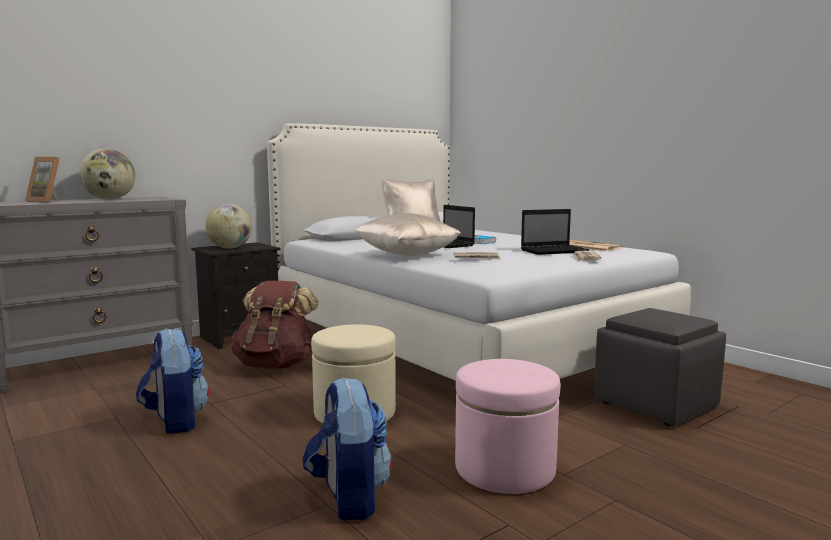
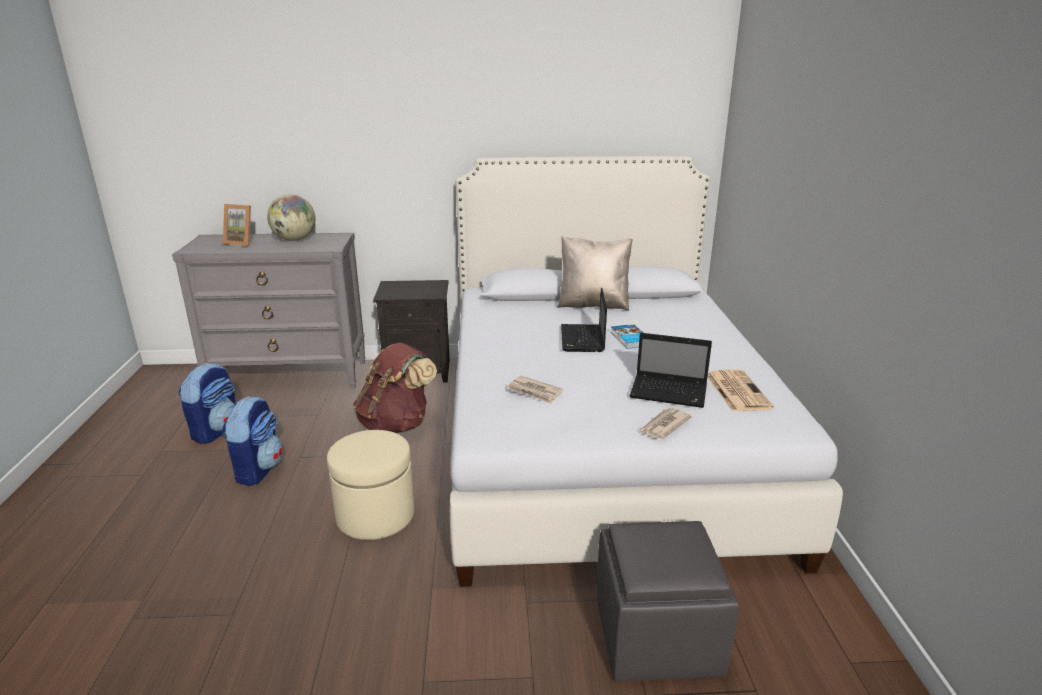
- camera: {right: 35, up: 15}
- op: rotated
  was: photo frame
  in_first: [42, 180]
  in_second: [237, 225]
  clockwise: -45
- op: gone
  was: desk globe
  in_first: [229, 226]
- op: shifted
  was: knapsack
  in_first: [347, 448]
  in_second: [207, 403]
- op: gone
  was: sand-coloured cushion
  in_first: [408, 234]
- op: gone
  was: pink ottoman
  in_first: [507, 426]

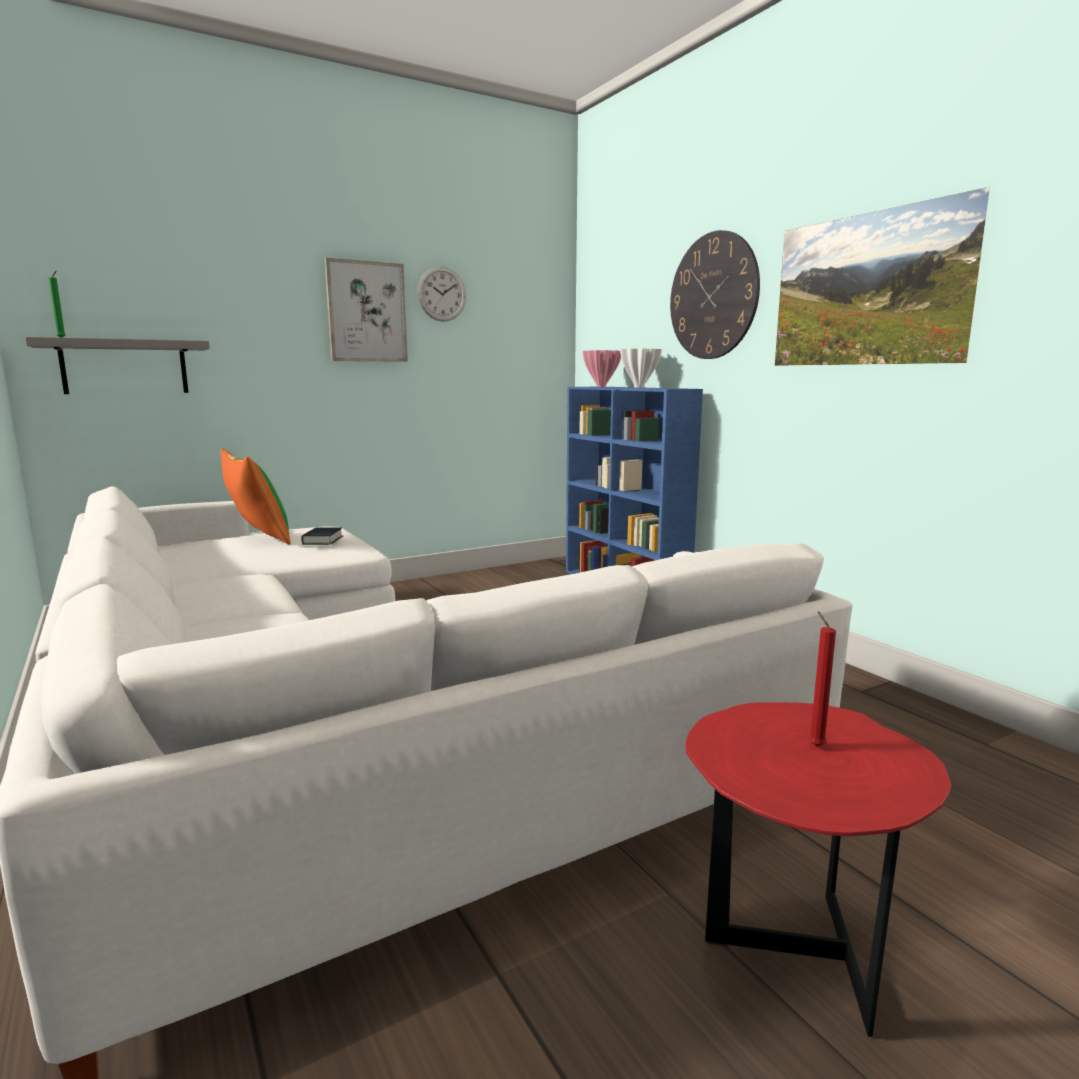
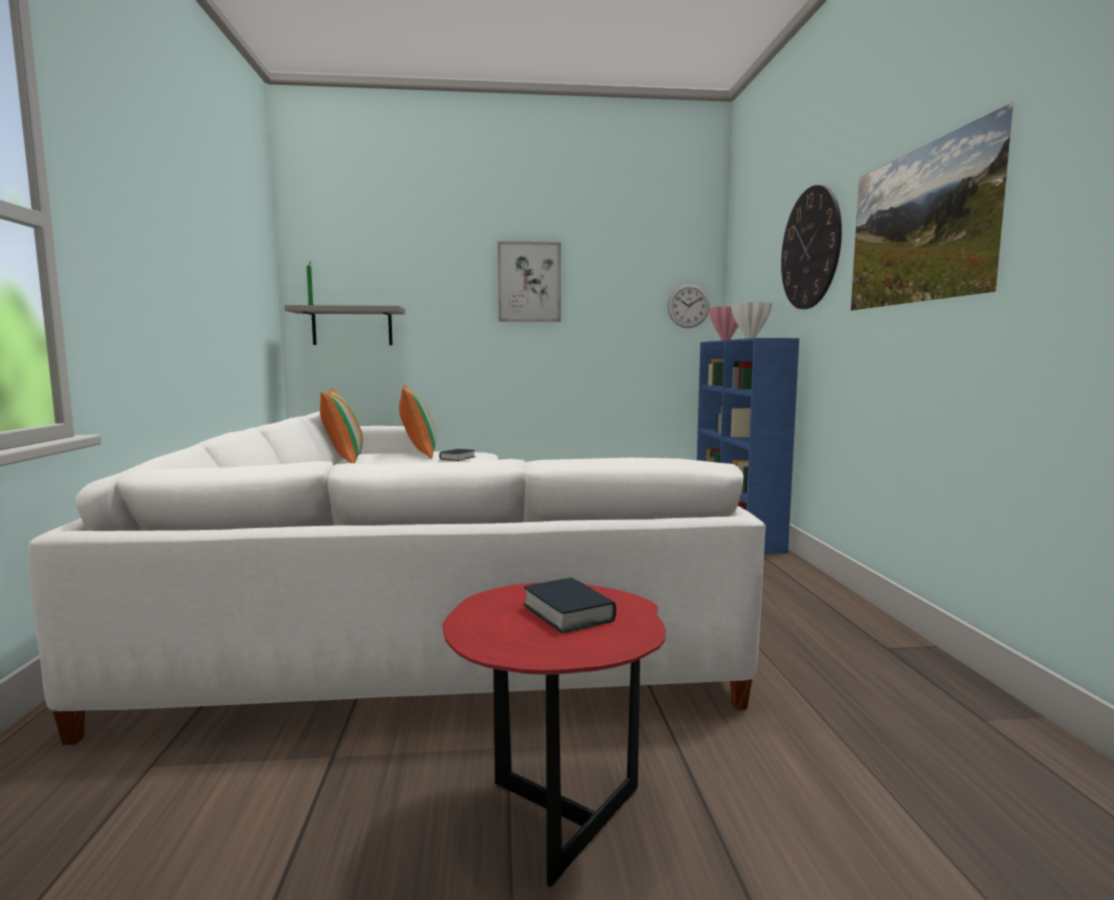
- camera: {right: 25, up: -5}
- op: shifted
  was: hanging clock
  in_first: [441, 294]
  in_second: [688, 306]
- op: swapped
  was: red candle
  now: book
  in_first: [822, 679]
  in_second: [569, 605]
- op: new
  now: cushion
  in_second: [341, 425]

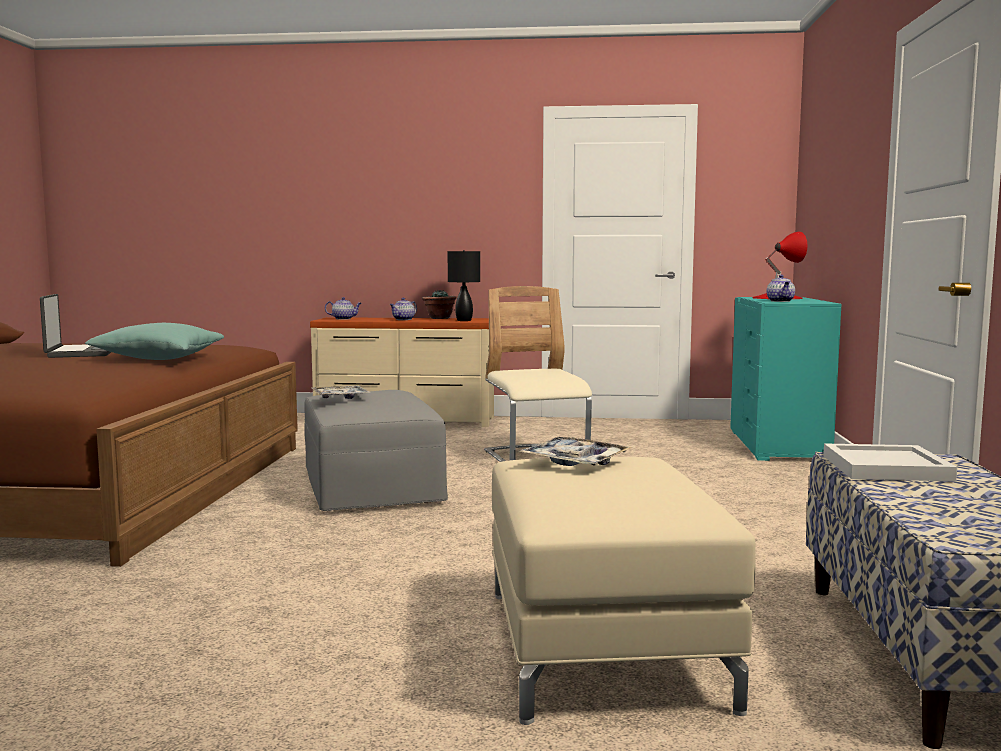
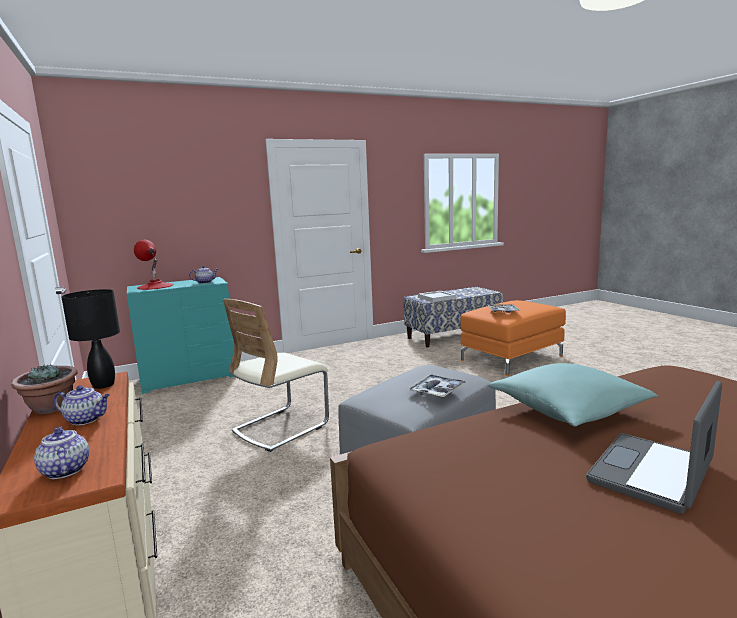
- camera: {right: -120, up: 5}
- op: repainted
  was: sand-coloured ottoman
  now: orange-coloured ottoman
  in_first: [624, 591]
  in_second: [513, 338]

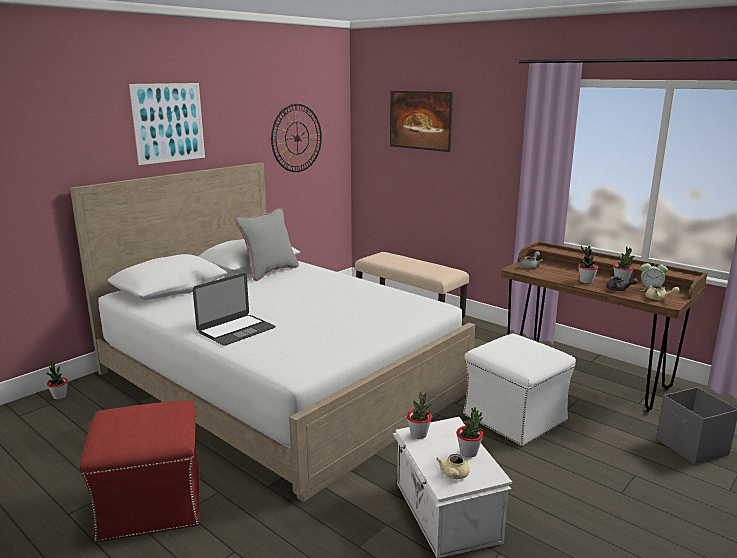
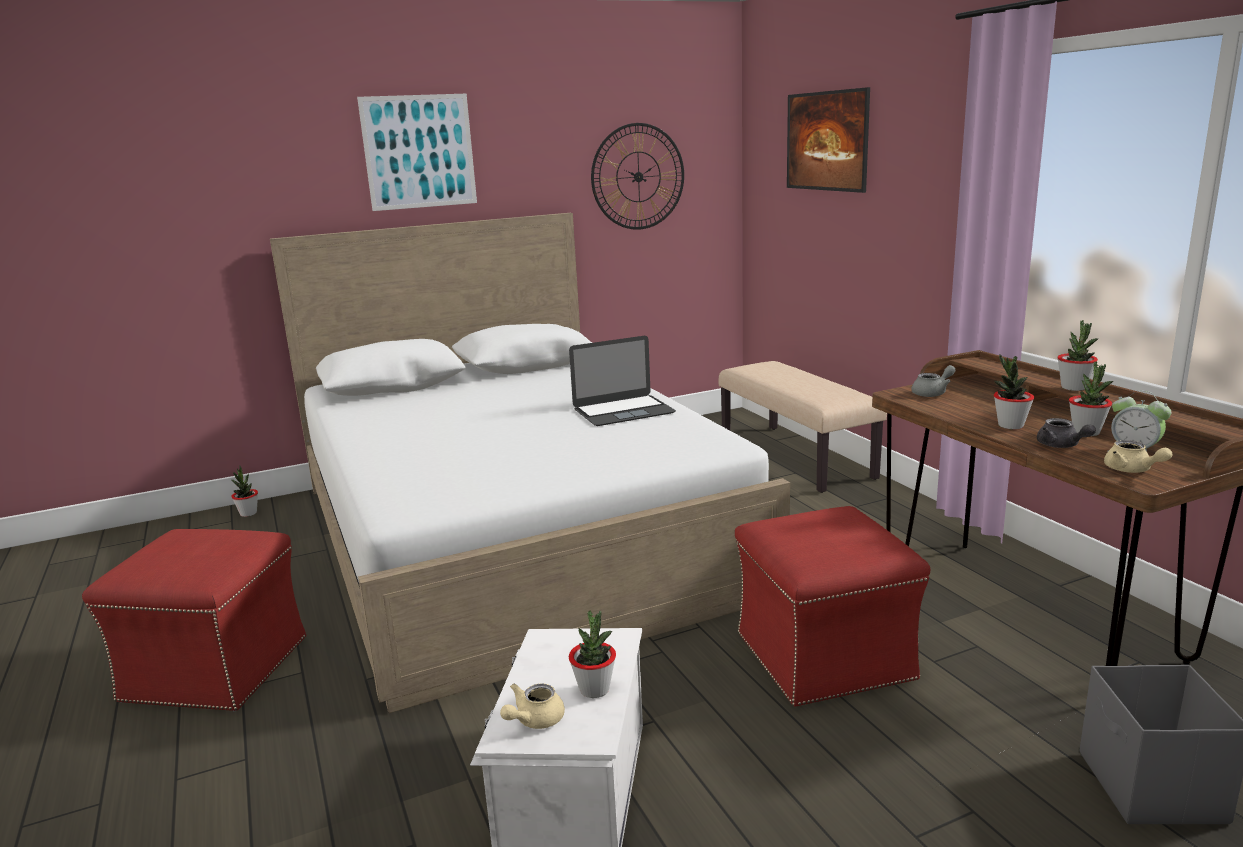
- camera: {right: 25, up: 0}
- op: shifted
  was: portable computer
  in_first: [234, 309]
  in_second: [622, 381]
- op: gone
  was: greyish cushion
  in_first: [267, 244]
- op: shifted
  was: plant in a pot
  in_first: [419, 415]
  in_second: [1077, 355]
- op: repainted
  was: white ottoman
  now: red ottoman
  in_first: [519, 390]
  in_second: [832, 606]

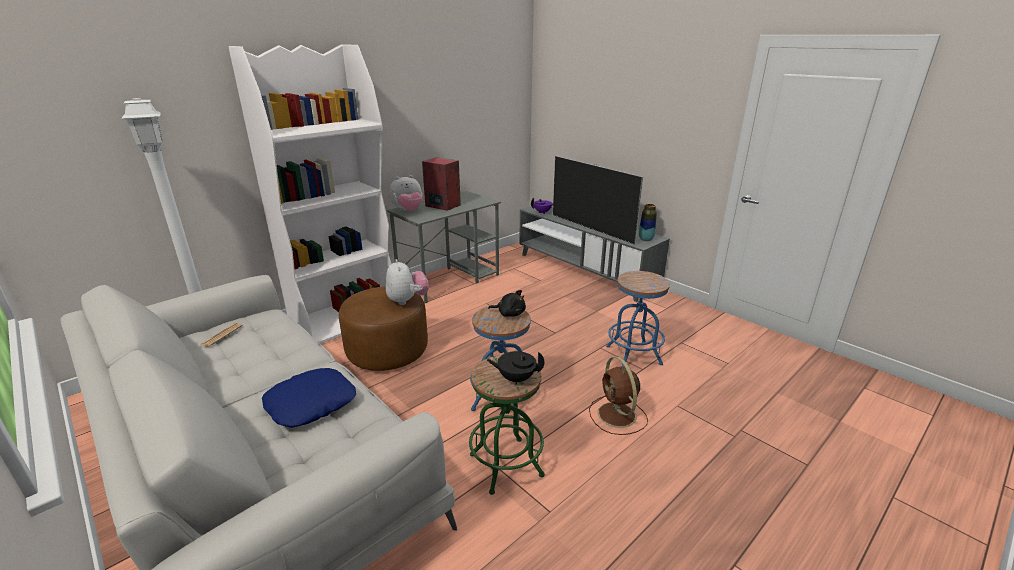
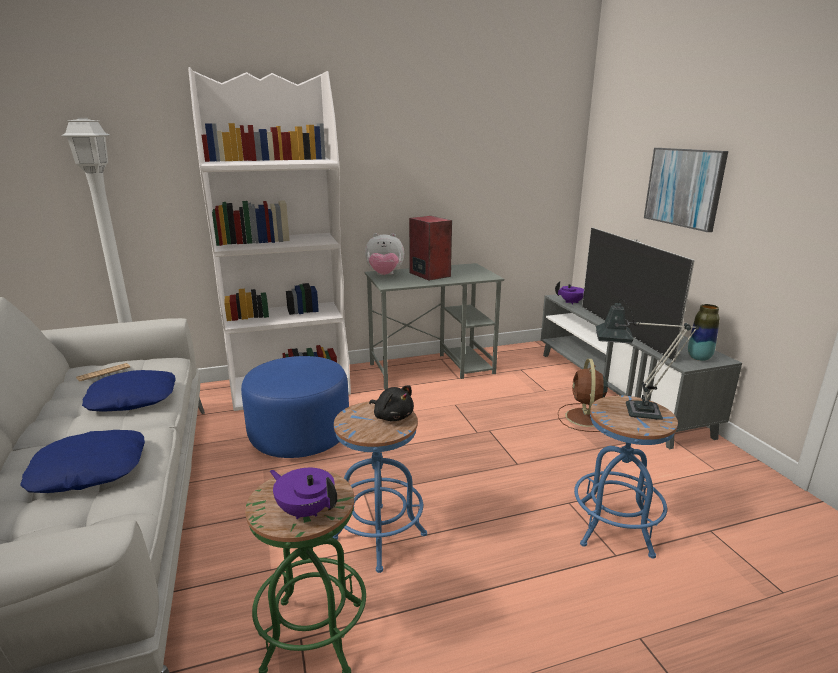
- camera: {right: 25, up: -5}
- op: repainted
  was: brownish ottoman
  now: blue-coloured ottoman
  in_first: [383, 328]
  in_second: [295, 407]
- op: gone
  was: plush toy
  in_first: [407, 282]
- op: repainted
  was: black teapot
  now: purple-coloured teapot
  in_first: [515, 368]
  in_second: [303, 493]
- op: shifted
  was: brownish electric fan
  in_first: [618, 396]
  in_second: [583, 395]
- op: new
  now: blue-coloured cushion
  in_second: [129, 391]
- op: new
  now: table lamp
  in_second: [647, 359]
- op: new
  now: picture
  in_second: [686, 190]

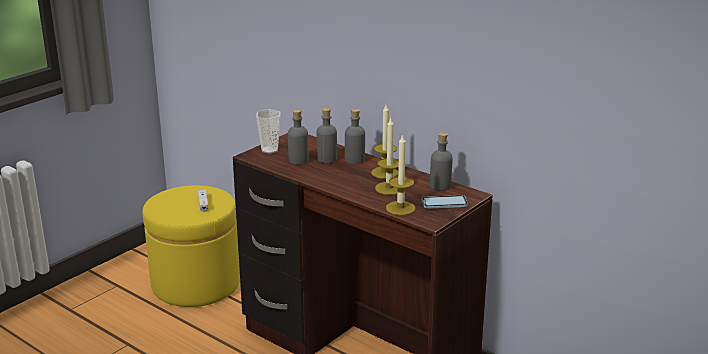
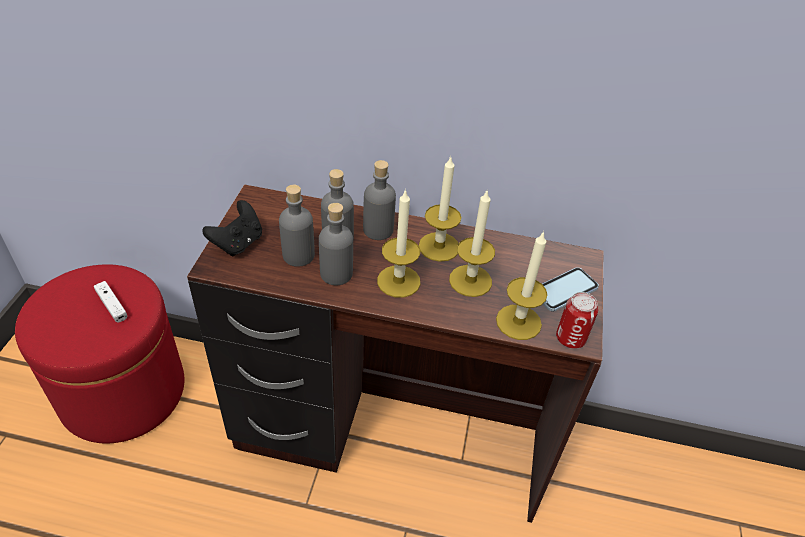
- camera: {right: -30, up: 20}
- op: repainted
  was: yellowish ottoman
  now: red ottoman
  in_first: [191, 246]
  in_second: [99, 353]
- op: swapped
  was: drinking cup
  now: black joypad
  in_first: [268, 131]
  in_second: [232, 228]
- op: shifted
  was: greyish bottle
  in_first: [441, 161]
  in_second: [336, 244]
- op: new
  now: candle
  in_second: [399, 243]
- op: new
  now: metal can
  in_second: [577, 320]

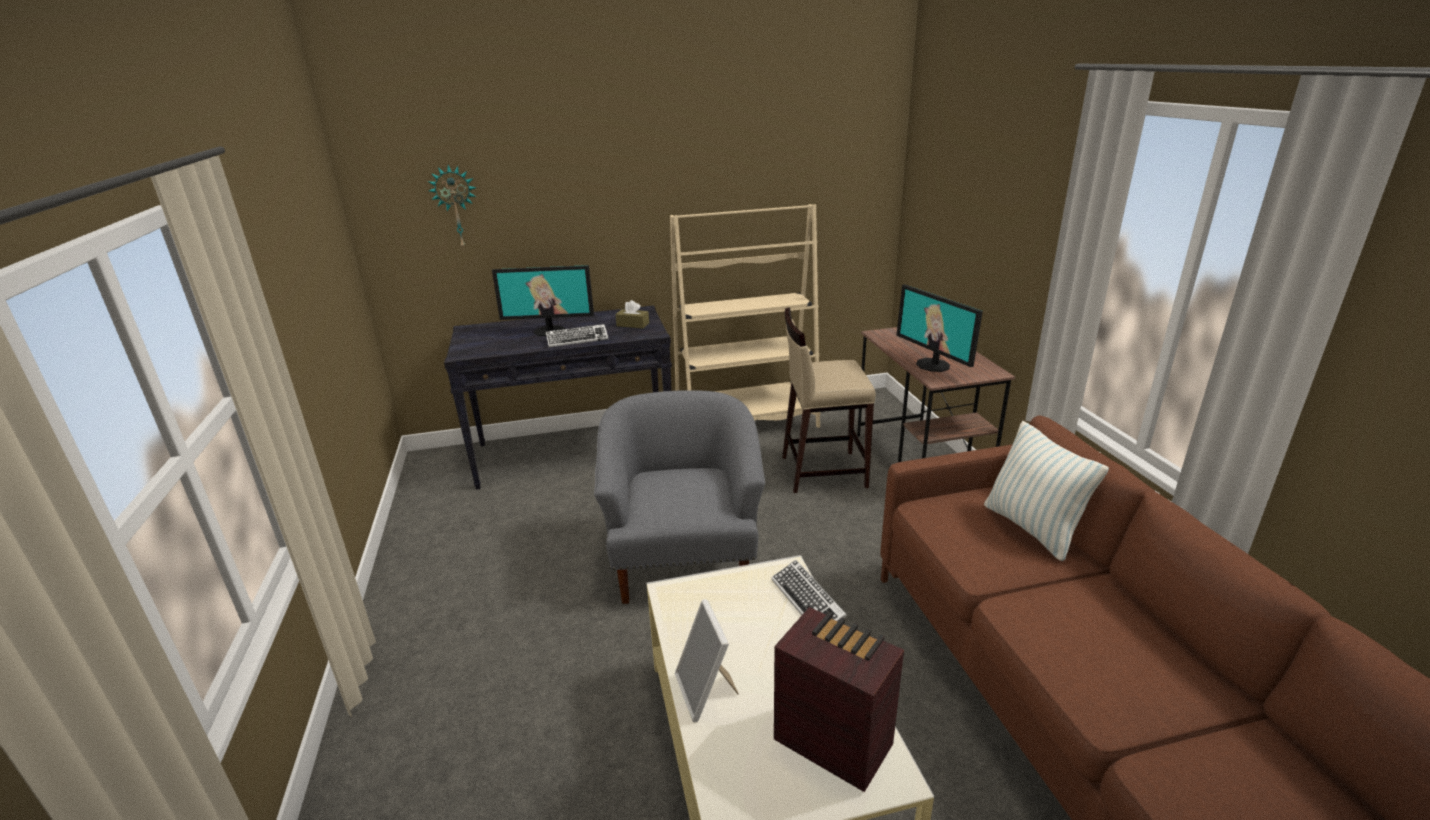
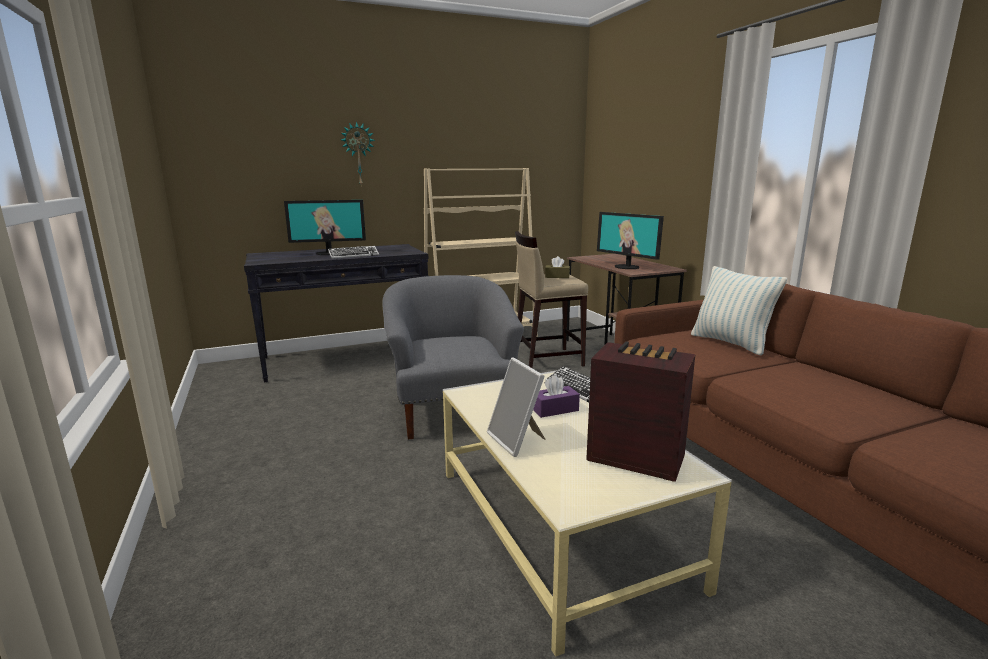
- camera: {right: -10, up: -10}
- op: shifted
  was: hanging clock
  in_first: [452, 207]
  in_second: [358, 153]
- op: shifted
  was: brownish tissue holder
  in_first: [632, 314]
  in_second: [557, 267]
- op: new
  now: purple-coloured tissue holder
  in_second: [556, 396]

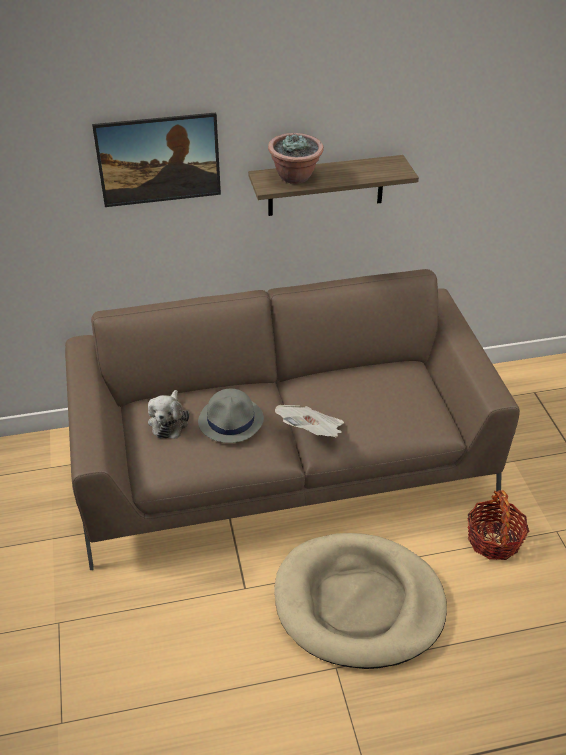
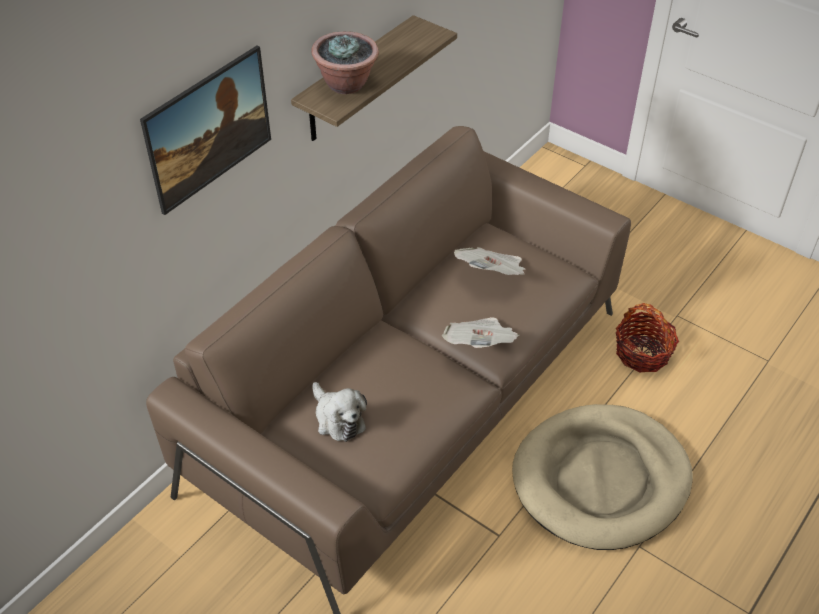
- camera: {right: -40, up: 5}
- op: gone
  was: greyish hat
  in_first: [231, 415]
- op: new
  now: newspaper
  in_second: [489, 261]

